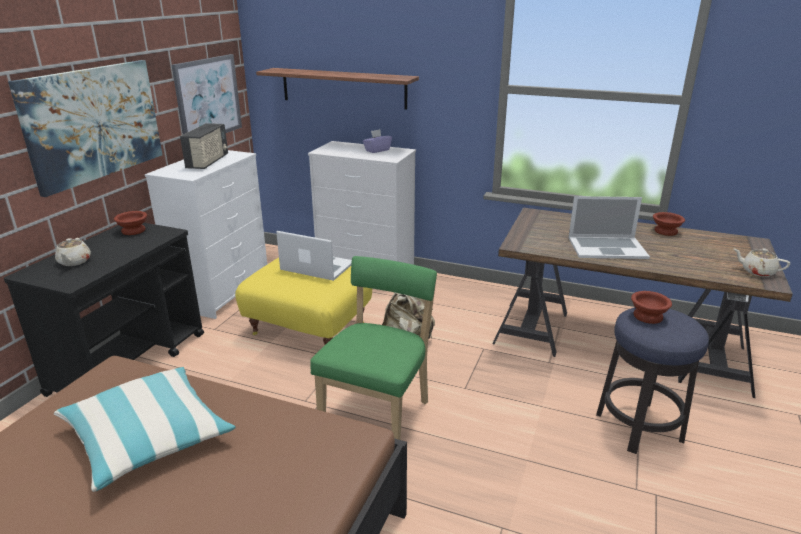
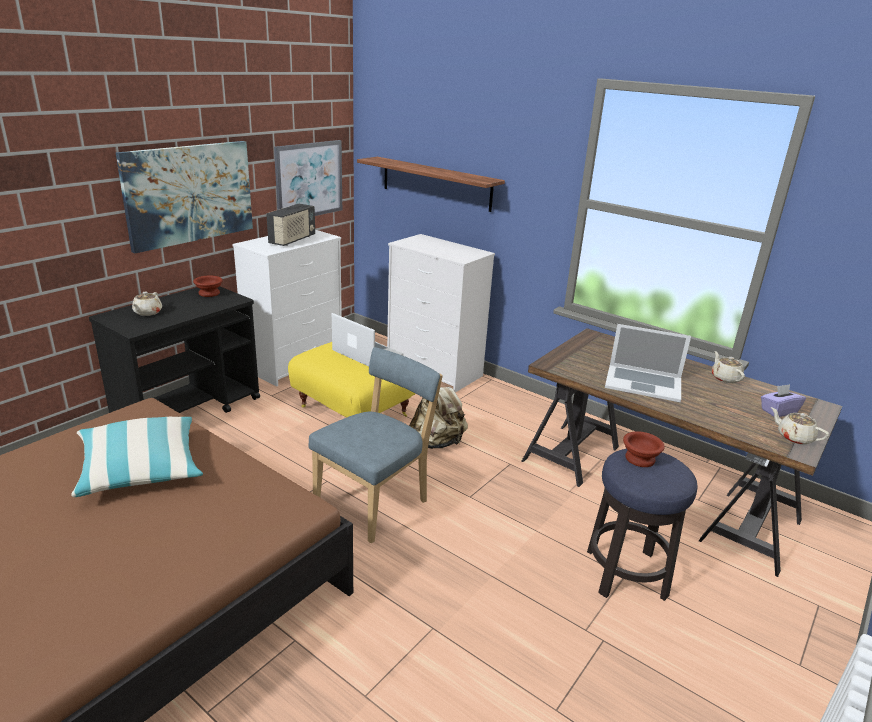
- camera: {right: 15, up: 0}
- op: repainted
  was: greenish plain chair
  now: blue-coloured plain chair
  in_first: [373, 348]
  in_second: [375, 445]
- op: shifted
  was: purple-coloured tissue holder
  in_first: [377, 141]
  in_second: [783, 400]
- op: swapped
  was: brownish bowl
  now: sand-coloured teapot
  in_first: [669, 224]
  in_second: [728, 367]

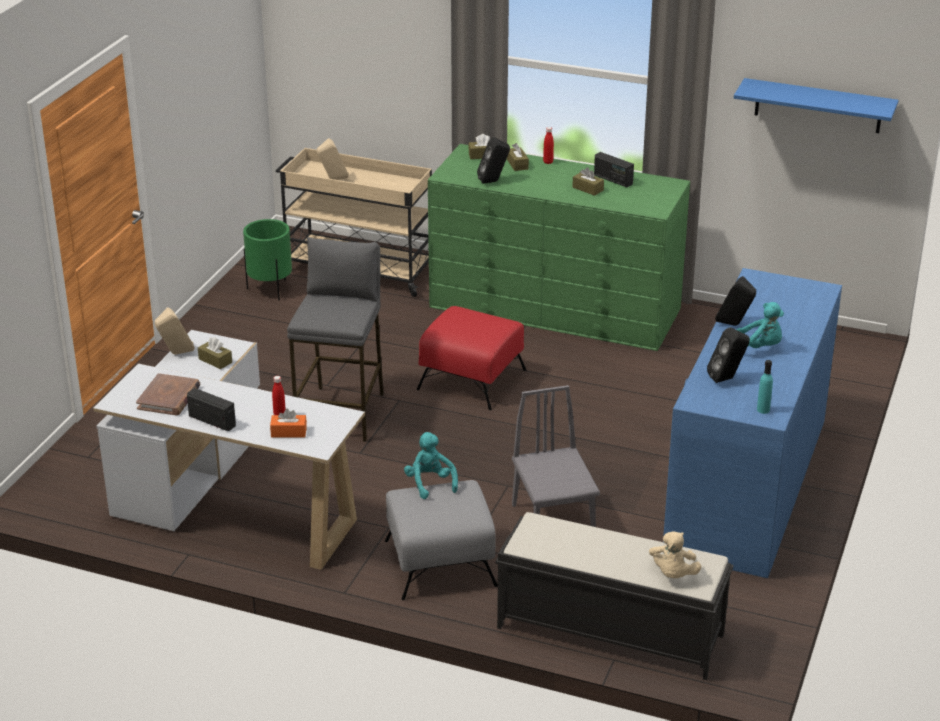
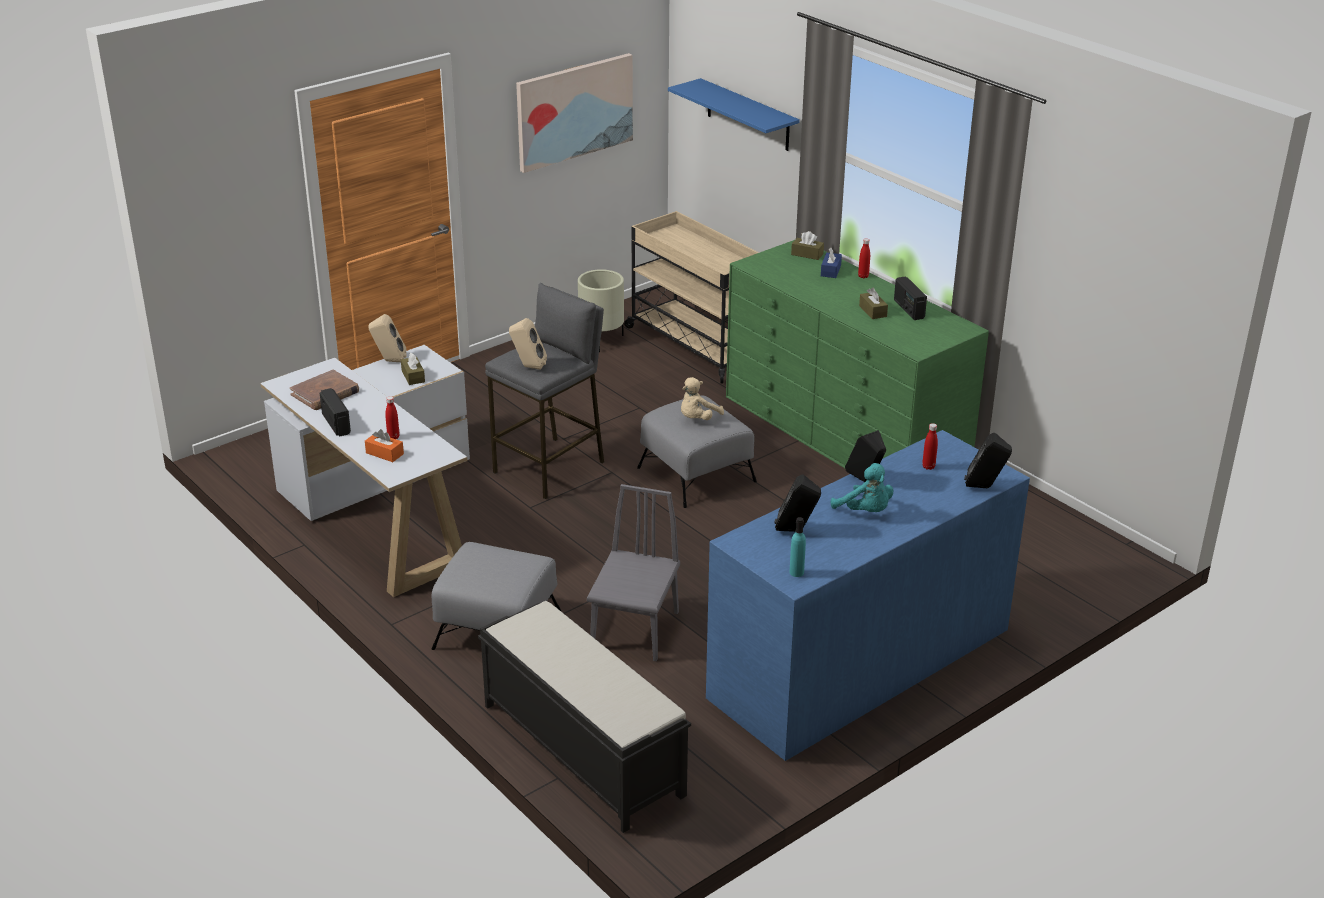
- camera: {right: 30, up: 0}
- op: repainted
  was: greenish planter
  now: sand-coloured planter
  in_first: [267, 260]
  in_second: [601, 310]
- op: shifted
  was: sand-coloured speaker
  in_first: [333, 159]
  in_second: [528, 344]
- op: gone
  was: turquoise-coloured plush toy
  in_first: [431, 465]
- op: repainted
  was: red ottoman
  now: greyish ottoman
  in_first: [471, 358]
  in_second: [697, 451]
- op: shifted
  was: black speaker
  in_first: [493, 160]
  in_second: [988, 460]
- op: repainted
  was: brownish tissue holder
  now: blue-coloured tissue holder
  in_first: [518, 157]
  in_second: [831, 263]
- op: shifted
  was: sand-coloured plush toy
  in_first: [675, 554]
  in_second: [702, 398]
- op: shifted
  was: blue-coloured wall shelf
  in_first: [816, 105]
  in_second: [734, 114]
- op: new
  now: picture
  in_second: [574, 113]
- op: new
  now: red bottle
  in_second: [930, 446]

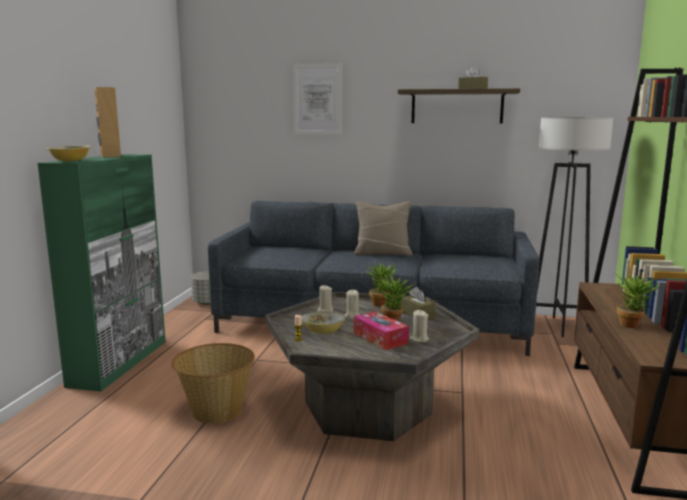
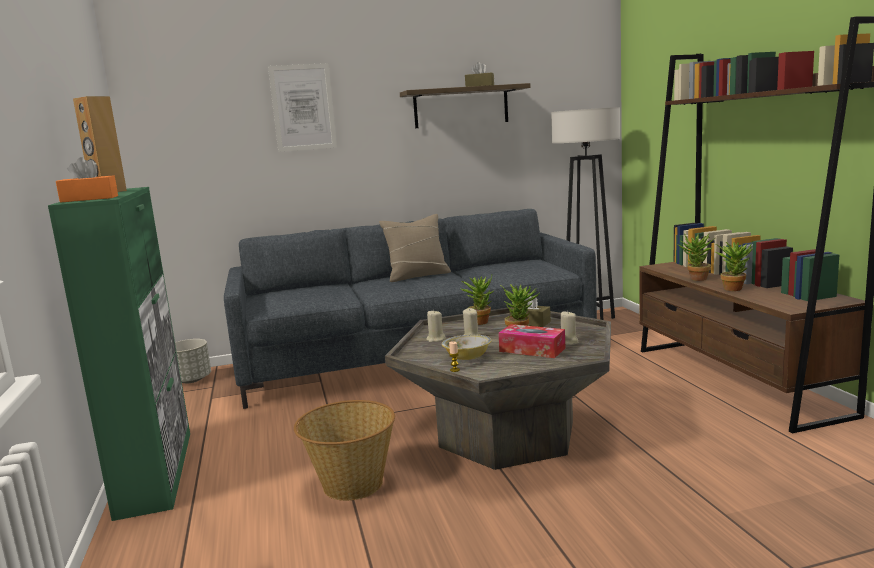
- camera: {right: -25, up: 0}
- op: swapped
  was: bowl
  now: orange-coloured tissue holder
  in_first: [68, 153]
  in_second: [87, 180]
- op: new
  now: plant in a pot
  in_second: [696, 257]

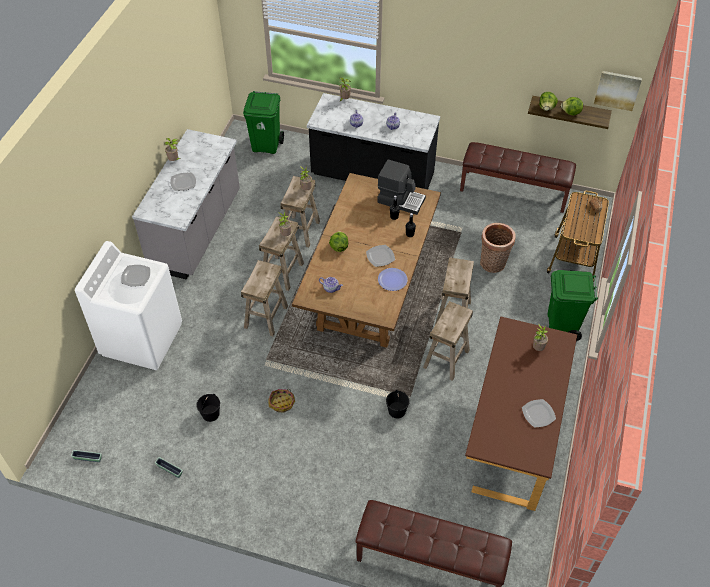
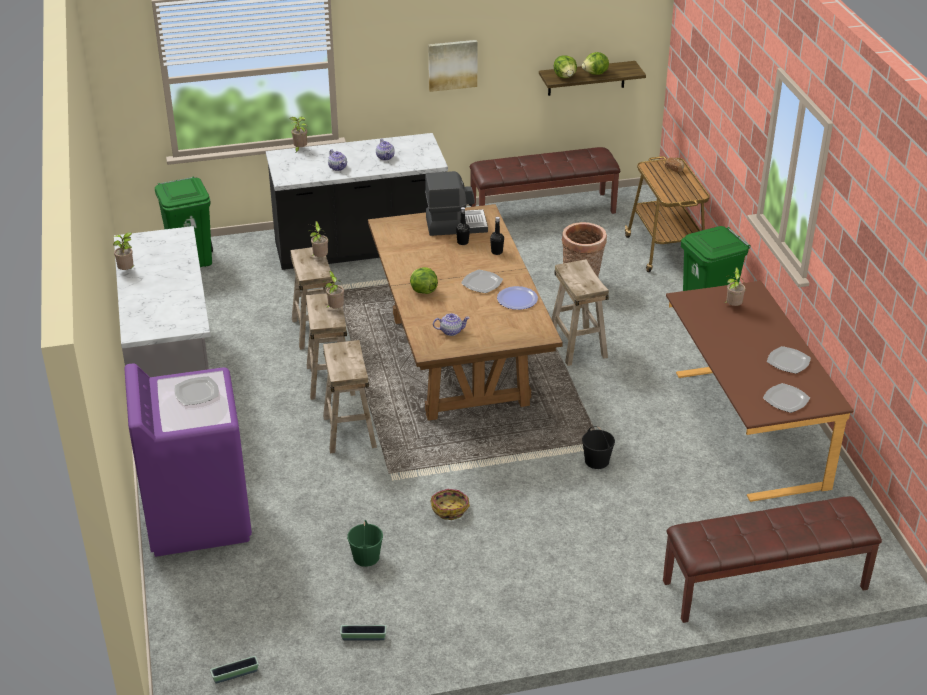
- camera: {right: -30, up: -15}
- op: repainted
  was: white washing machine
  now: purple-coloured washing machine
  in_first: [128, 305]
  in_second: [188, 460]
- op: shifted
  was: plate
  in_first: [183, 182]
  in_second: [786, 398]
- op: repainted
  was: black bucket
  now: greenish bucket
  in_first: [208, 408]
  in_second: [365, 543]
- op: gone
  was: sand-coloured stool seat
  in_first: [448, 341]
- op: shifted
  was: picture
  in_first: [618, 91]
  in_second: [453, 66]

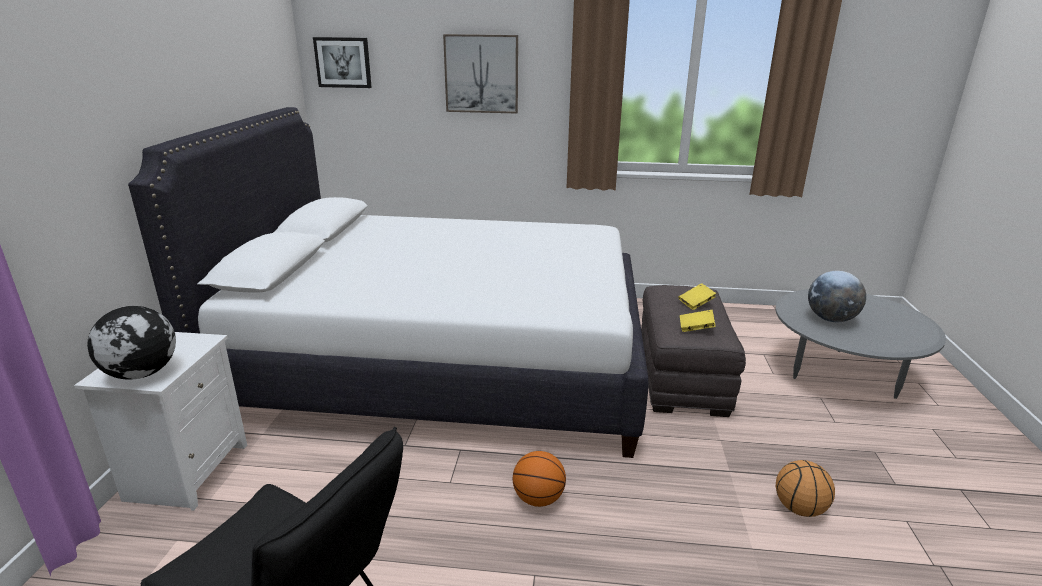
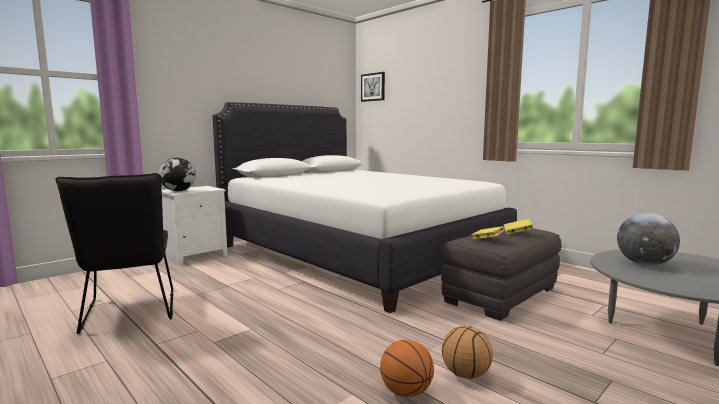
- camera: {right: 40, up: -15}
- op: gone
  was: picture
  in_first: [480, 74]
- op: shifted
  was: basketball ball
  in_first: [539, 479]
  in_second: [407, 368]

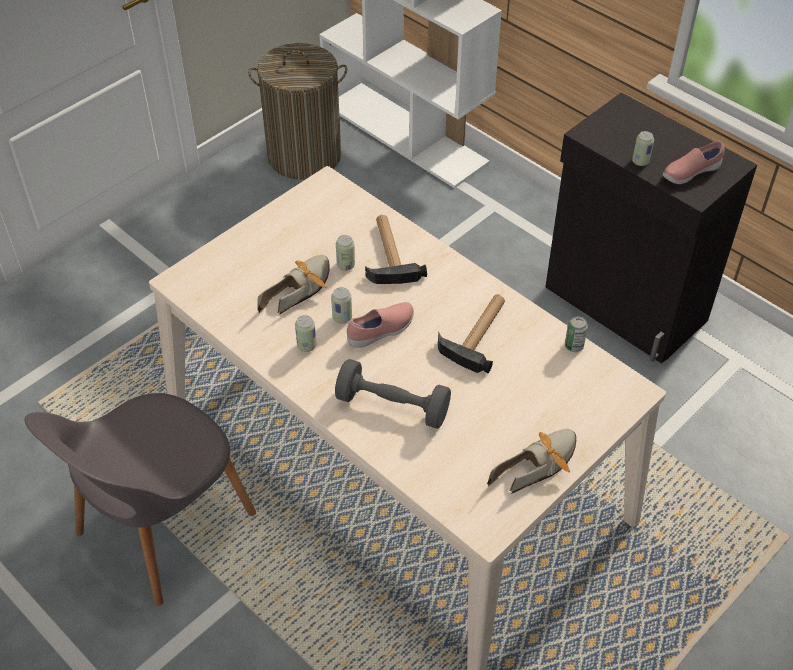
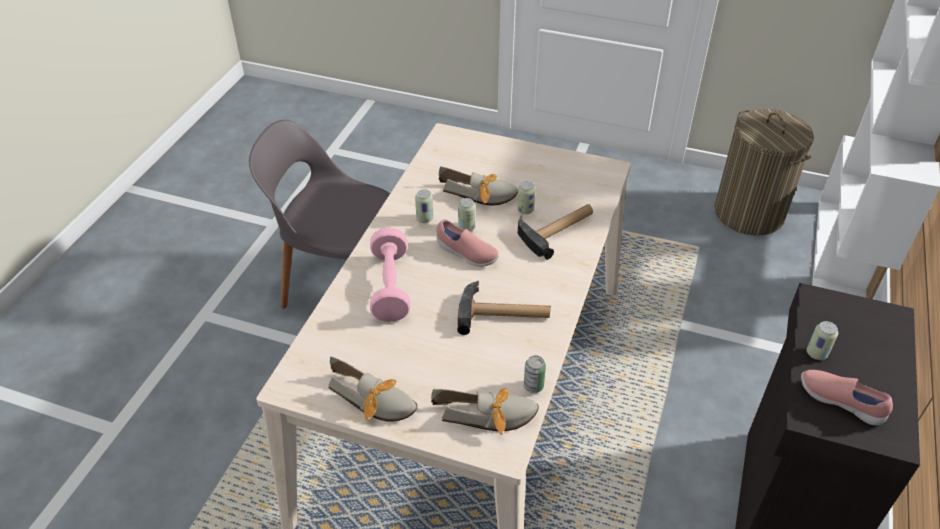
- camera: {right: 65, up: -5}
- op: repainted
  was: greyish hand weight
  now: pink hand weight
  in_first: [393, 394]
  in_second: [390, 274]
- op: new
  now: item of footwear
  in_second: [485, 411]

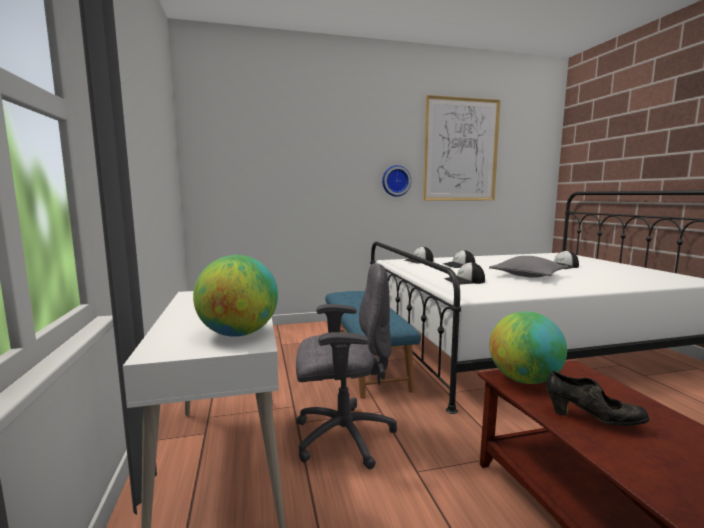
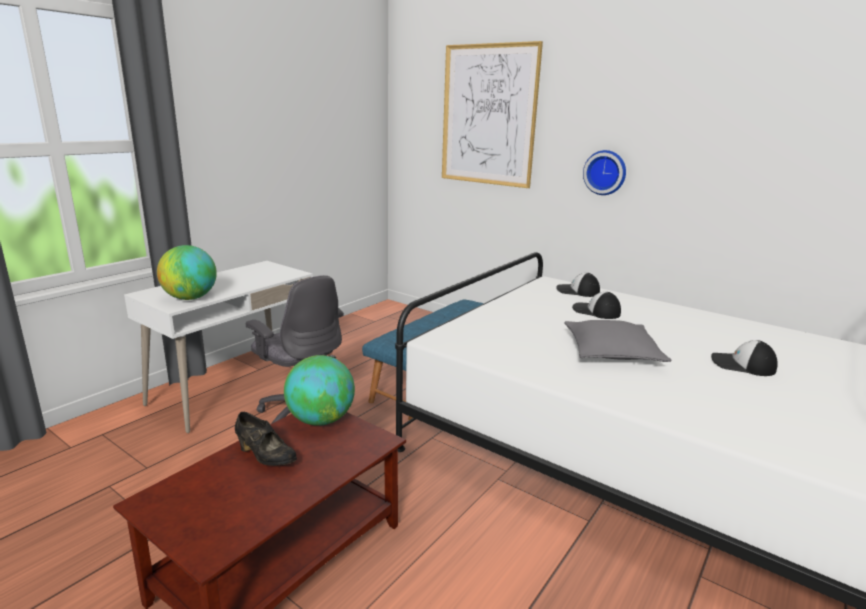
- camera: {right: 50, up: 10}
- op: shifted
  was: picture
  in_first: [462, 148]
  in_second: [492, 114]
- op: gone
  was: peaked cap
  in_first: [464, 273]
- op: rotated
  was: black item of footwear
  in_first: [597, 398]
  in_second: [266, 439]
  clockwise: -45

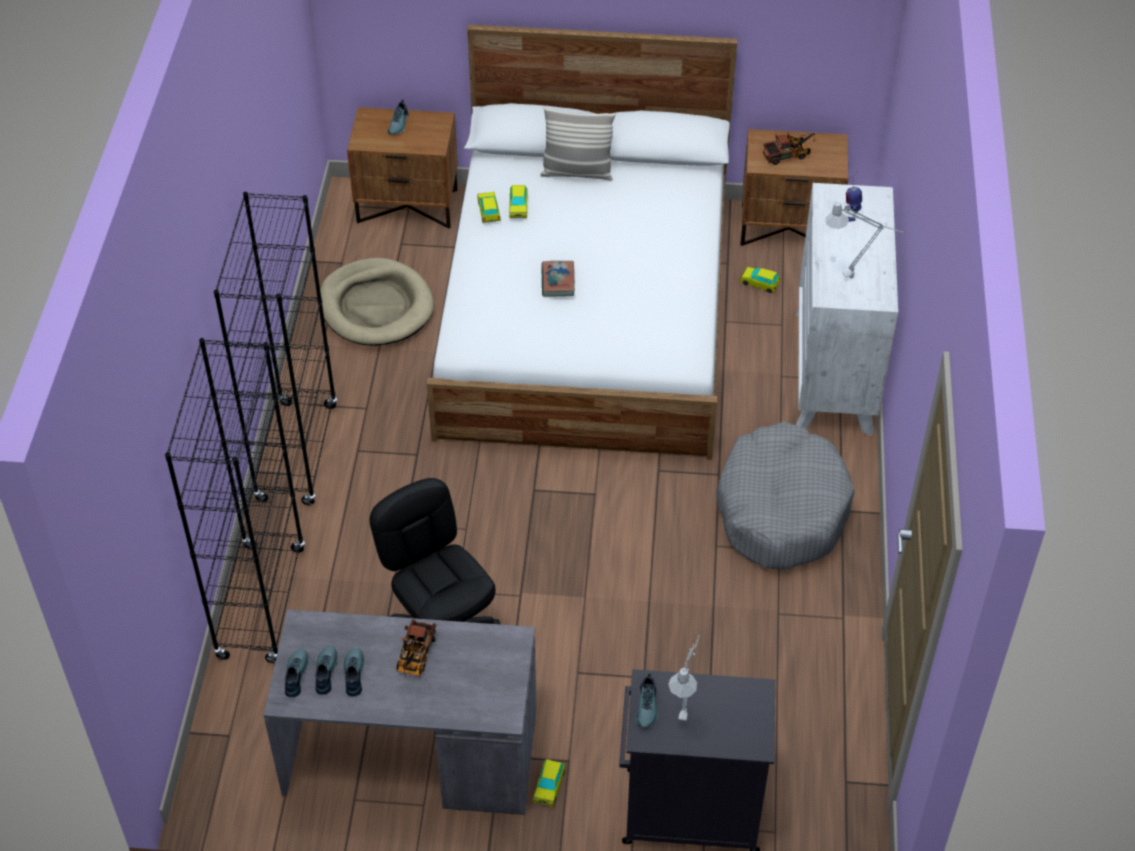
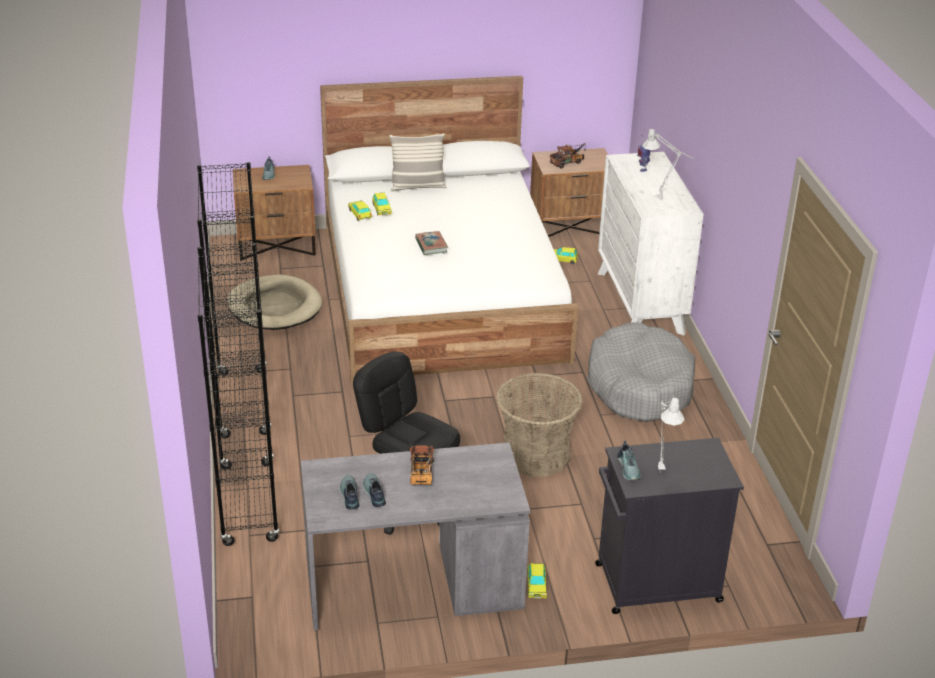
- camera: {right: -15, up: -15}
- op: gone
  was: item of footwear
  in_first: [297, 672]
- op: new
  now: household basket
  in_second: [539, 425]

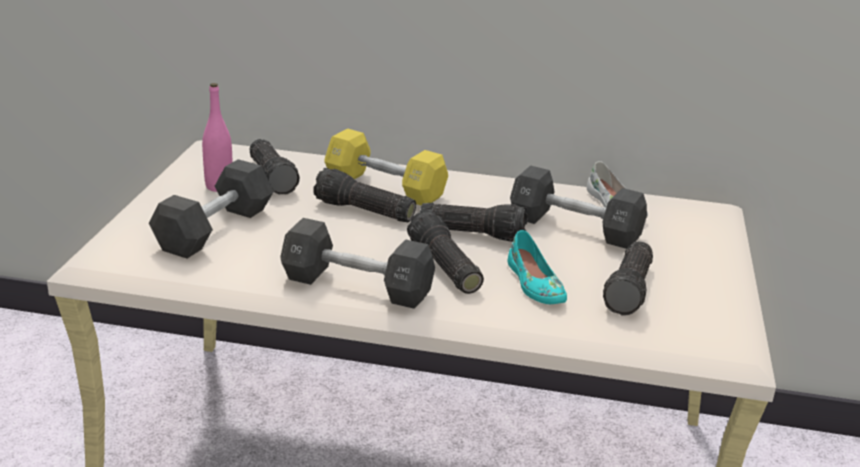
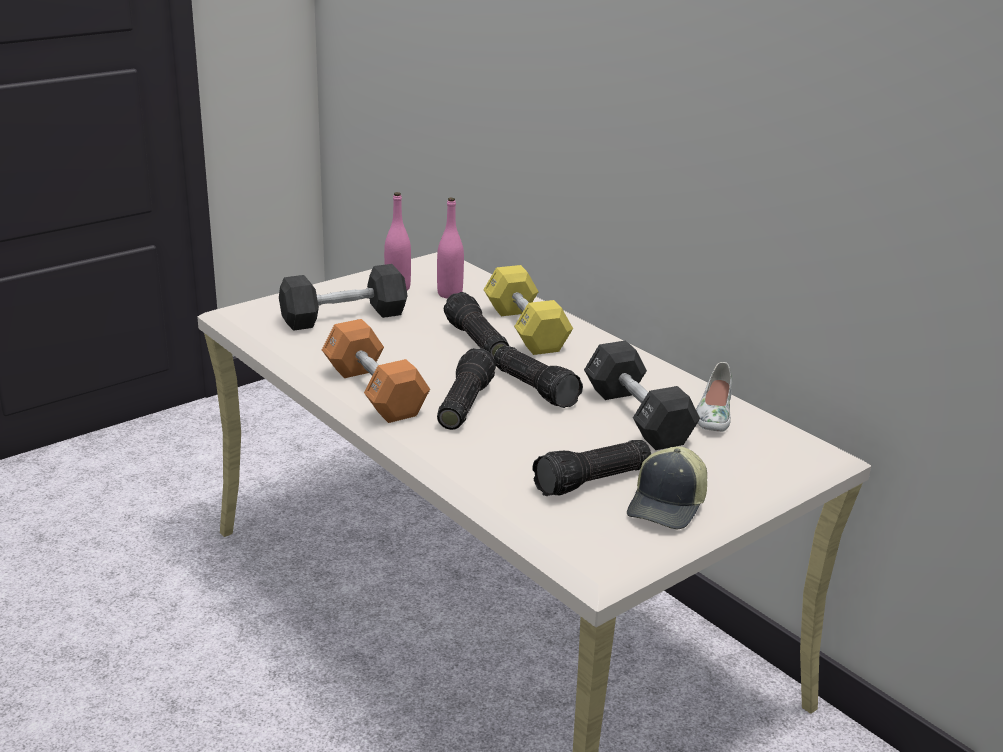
- camera: {right: 40, up: 0}
- op: swapped
  was: hand torch
  now: pink bottle
  in_first: [275, 167]
  in_second: [450, 248]
- op: repainted
  was: black hand weight
  now: orange-coloured hand weight
  in_first: [357, 263]
  in_second: [376, 371]
- op: gone
  was: turquoise-coloured item of footwear
  in_first: [537, 267]
- op: new
  now: peaked cap
  in_second: [667, 488]

